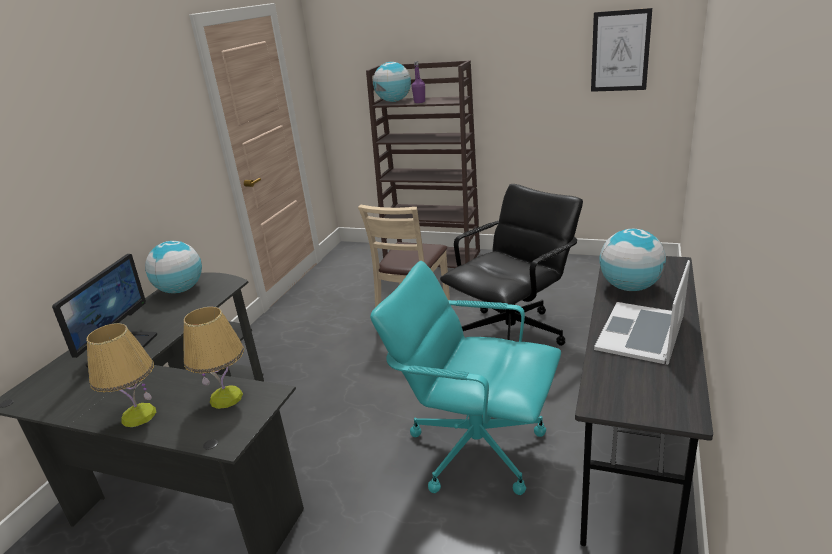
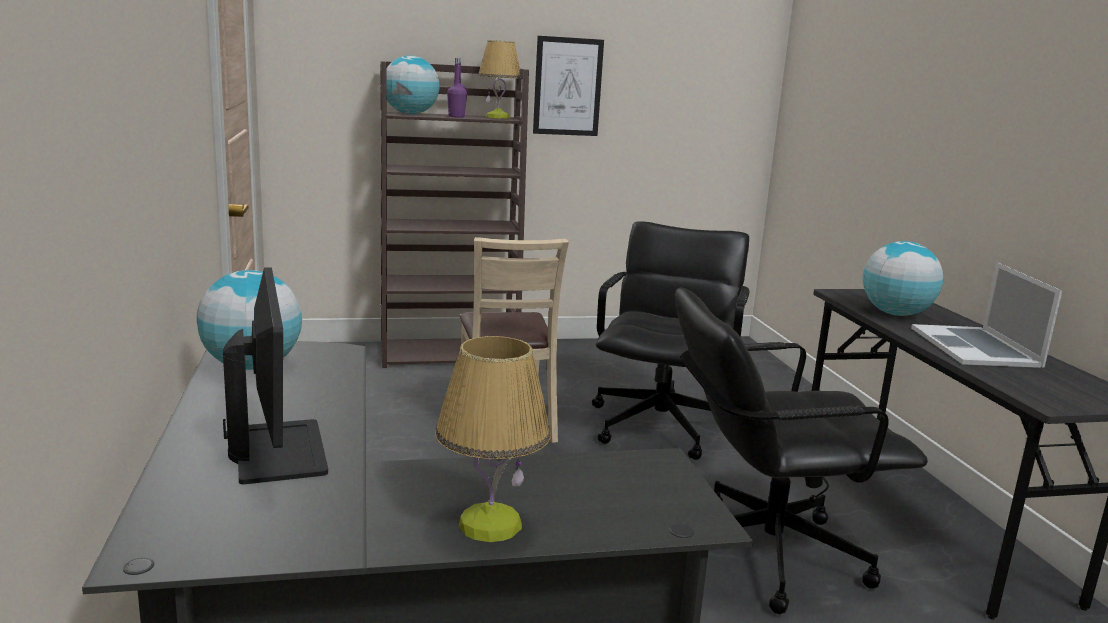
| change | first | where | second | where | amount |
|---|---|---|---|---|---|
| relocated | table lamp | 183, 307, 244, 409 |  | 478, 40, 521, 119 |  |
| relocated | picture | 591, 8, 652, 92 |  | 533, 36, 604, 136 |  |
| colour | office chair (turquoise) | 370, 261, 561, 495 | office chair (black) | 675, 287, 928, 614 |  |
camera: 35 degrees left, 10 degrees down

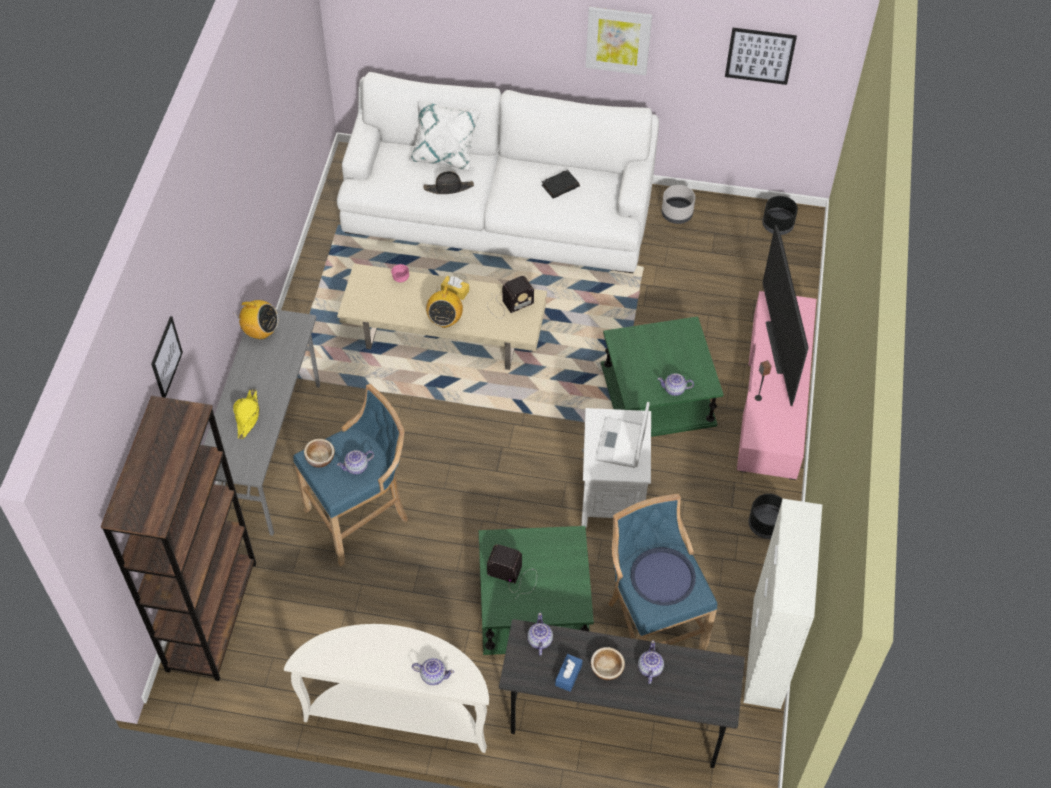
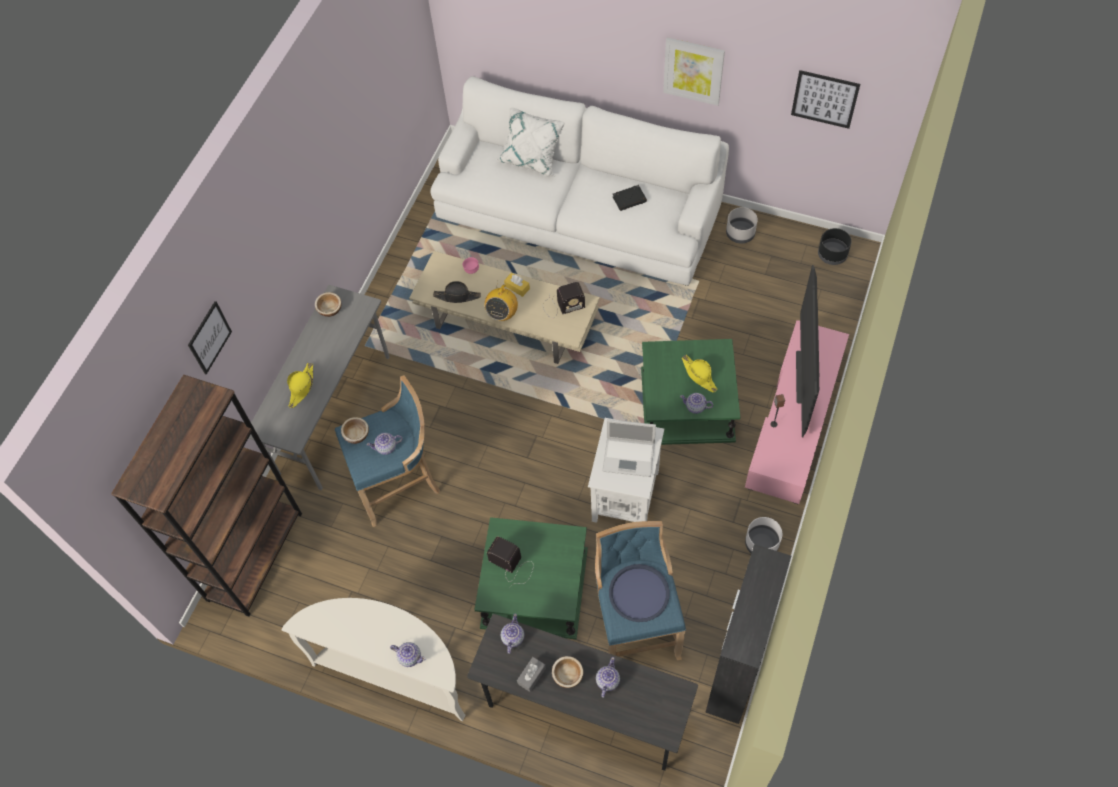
| change | first | where | second | where | amount |
|---|---|---|---|---|---|
| appeared |  |  | hat (yellow) | 682, 355, 718, 393 |  |
| relocated | hat (black) | 424, 171, 474, 194 |  | 433, 281, 481, 303 |  |
| exchanged | radio | 238, 300, 279, 339 | bowl | 315, 292, 341, 317 |  |
| colour | tissue box (blue) | 555, 654, 583, 692 | tissue box (grey) | 517, 657, 546, 692 |  |
| colour | cabinet (white) | 744, 499, 822, 709 | cabinet (black) | 705, 544, 791, 724 |  |
| colour | planter (black) | 749, 494, 783, 539 | planter (white) | 745, 517, 782, 553 |  |
| spun | laptop | 595, 402, 650, 468 |  | 602, 419, 656, 477 | 105 degrees counterclockwise |
camera: 15 degrees right, 5 degrees up

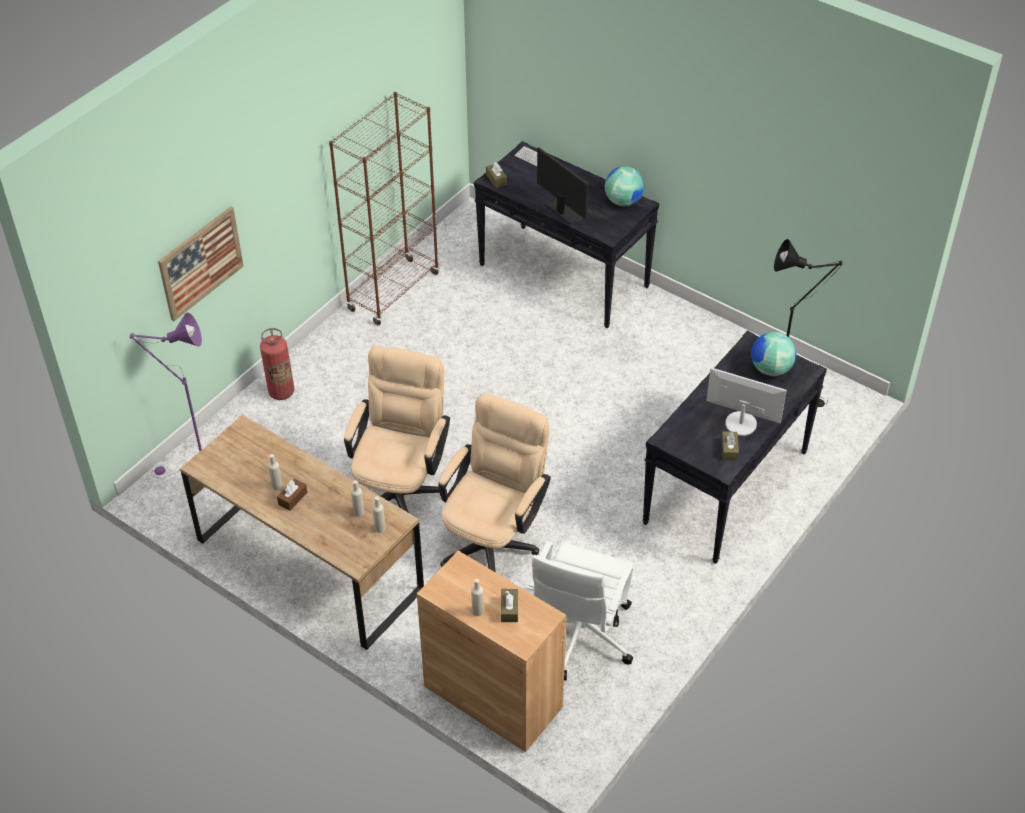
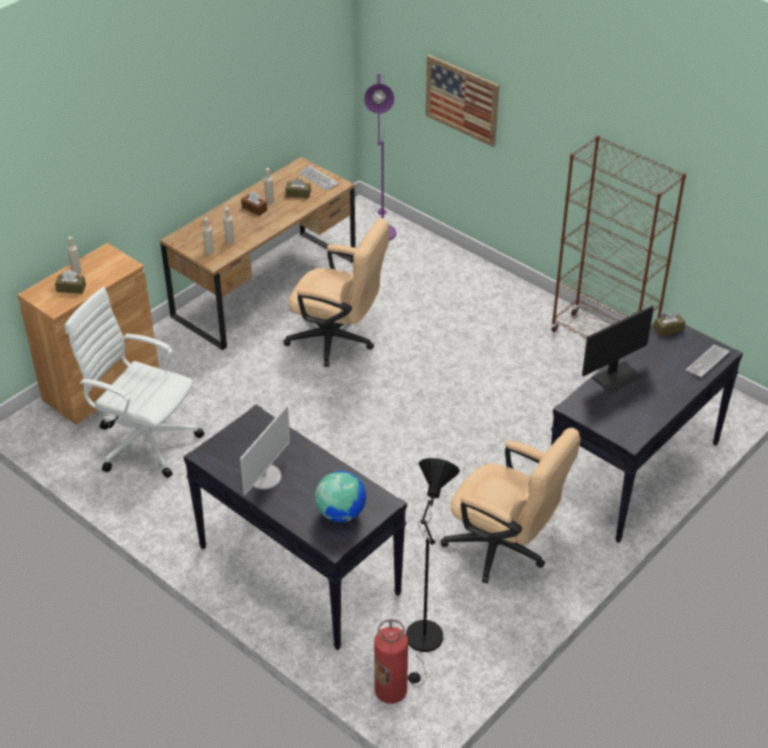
| change | first | where | second | where | amount |
|---|---|---|---|---|---|
| missing | globe | 605, 166, 645, 206 |  |  |  |
| appeared |  |  | keyboard | 299, 165, 339, 191 |  |
| relocated | fire extinguisher | 260, 328, 294, 400 |  | 374, 619, 408, 704 |  |
| relocated | office chair (beige) | 438, 393, 551, 573 |  | 440, 428, 581, 584 |  |
| relocated | tissue box (brown) | 721, 431, 739, 461 |  | 285, 178, 311, 198 |  |
camera: 95 degrees right, 5 degrees down

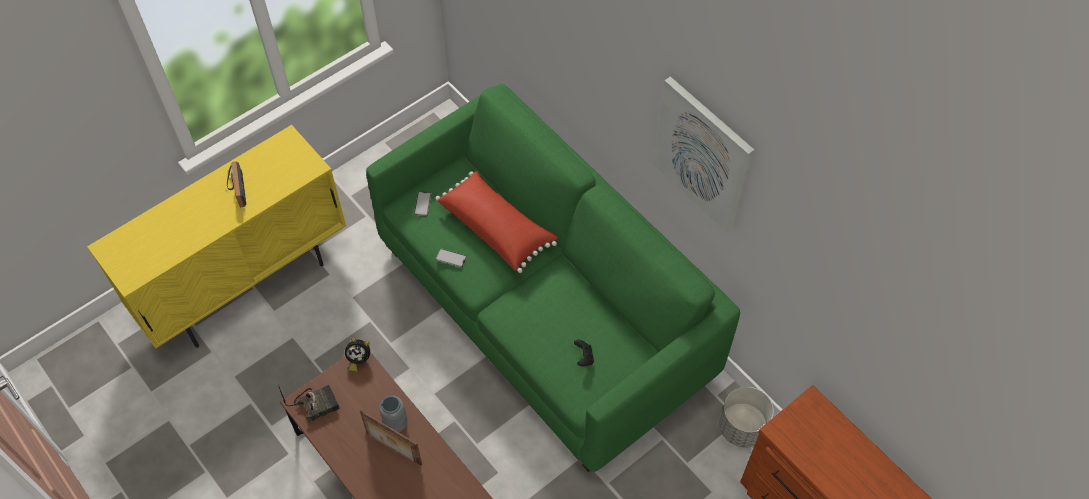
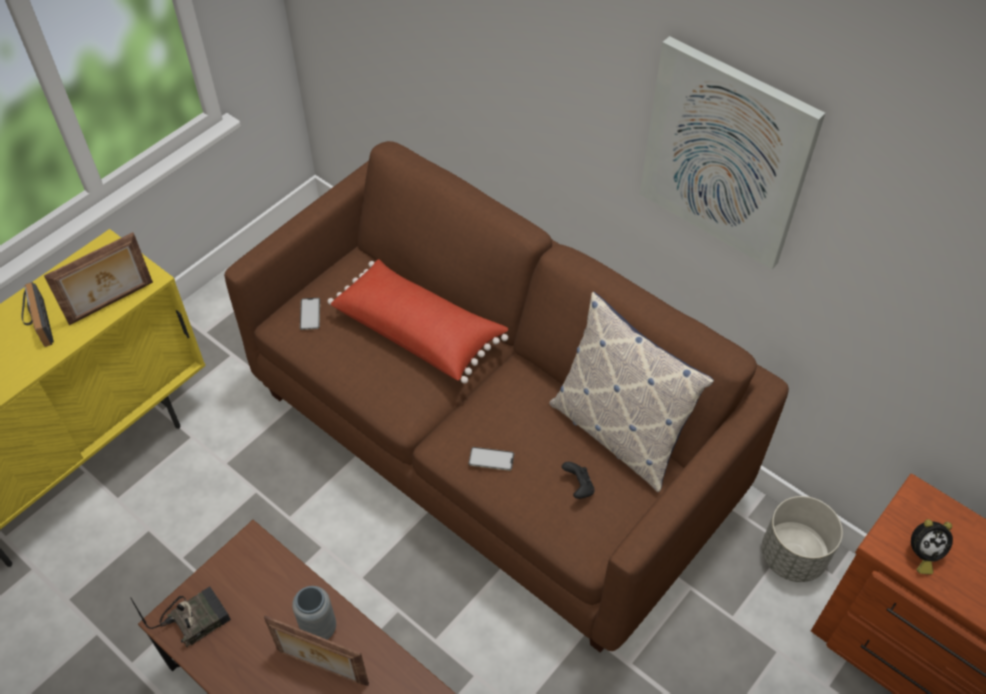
| change | first | where | second | where | amount |
|---|---|---|---|---|---|
| appeared |  |  | picture frame | 44, 232, 153, 325 |  |
| appeared |  |  | pillow | 549, 292, 714, 493 |  |
| relocated | alarm clock | 345, 338, 370, 372 |  | 911, 519, 953, 575 |  |
| relocated | phone | 435, 248, 467, 268 |  | 469, 447, 514, 471 |  |
| colour | sofa (green) | 366, 84, 740, 472 | sofa (brown) | 224, 141, 789, 653 |  |
camera: 10 degrees left, 5 degrees down

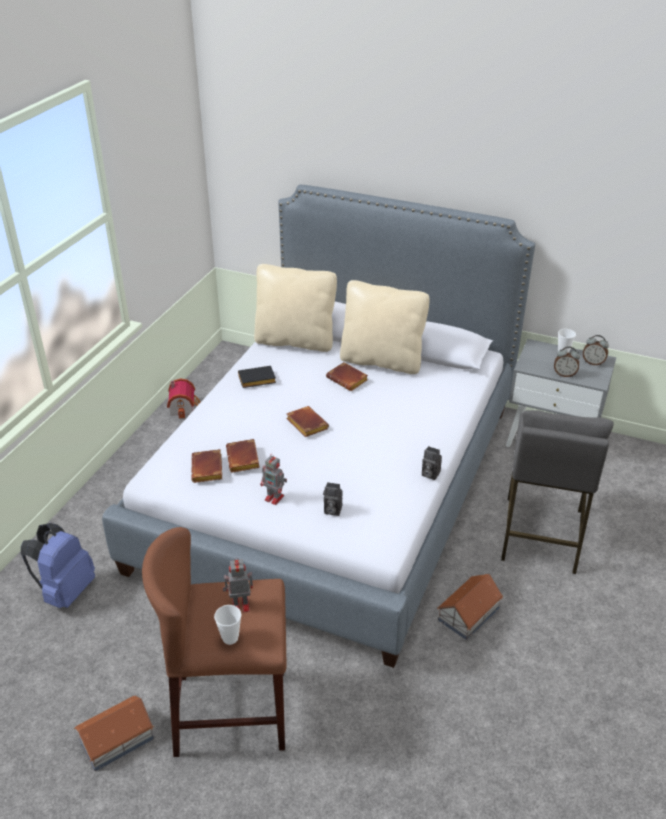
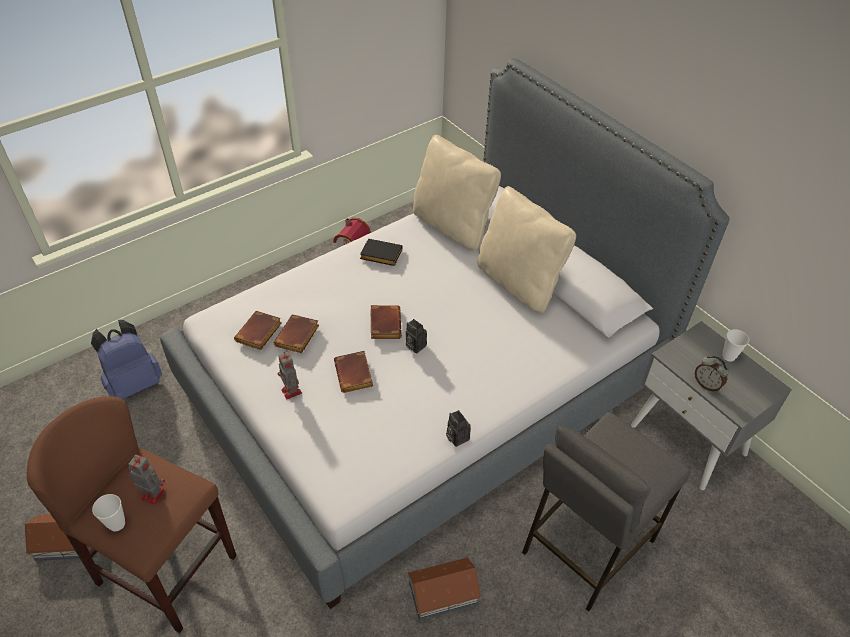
| change | first | where | second | where | amount |
|---|---|---|---|---|---|
| missing | alarm clock | 583, 335, 609, 366 |  |  |  |
| relocated | photo camera | 323, 482, 342, 516 |  | 406, 319, 427, 353 |  |
| relocated | book (brown) | 326, 362, 368, 391 |  | 334, 351, 373, 393 |  |
camera: 30 degrees right, 10 degrees up

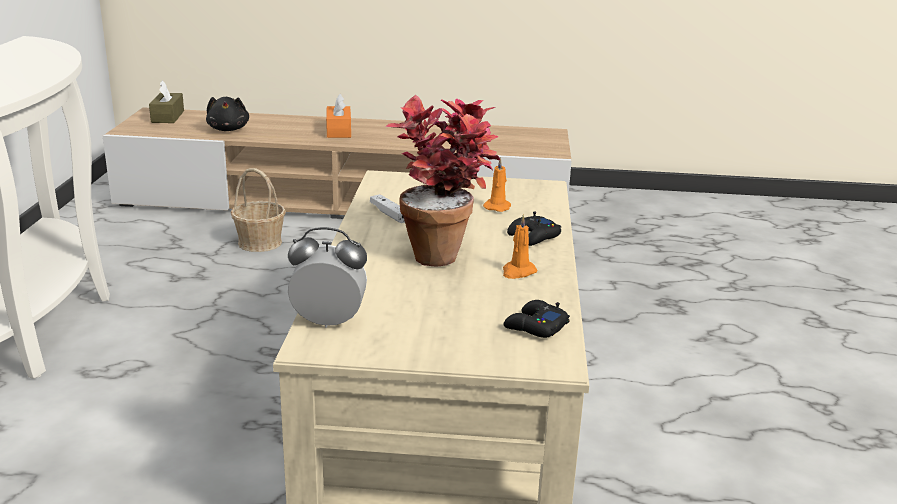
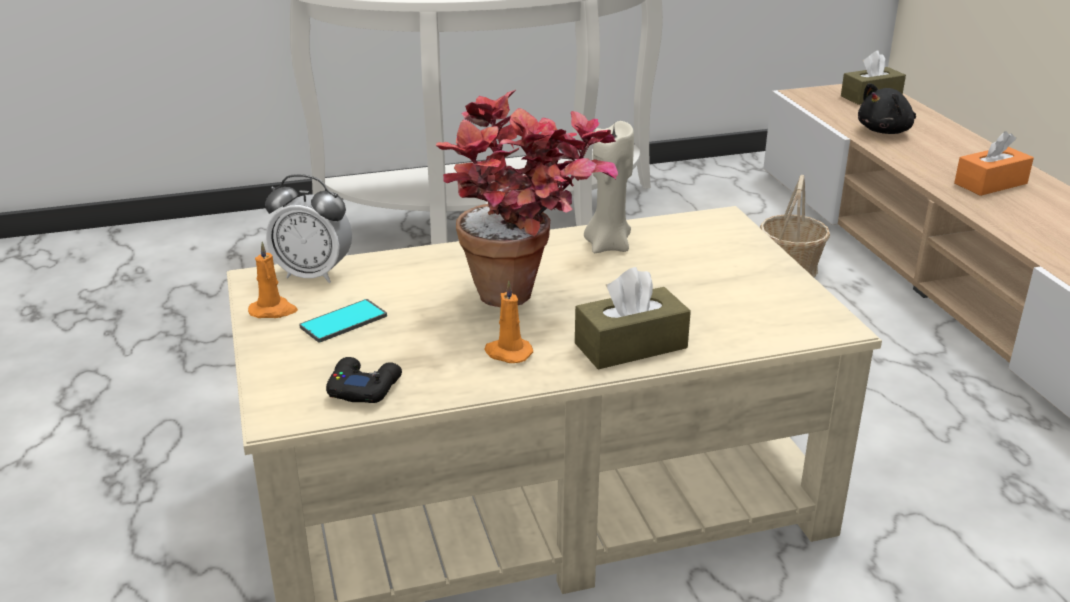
| change | first | where | second | where | amount |
|---|---|---|---|---|---|
| appeared |  |  | phone | 299, 299, 387, 343 |  |
| relocated | candle (orange) | 483, 157, 511, 212 |  | 248, 241, 298, 318 |  |
| exchanged | game controller (white) | 370, 194, 405, 223 | candle (beige) | 584, 121, 634, 253 |  |
| exchanged | game controller (black) | 507, 211, 561, 246 | tissue box (brown) | 575, 267, 691, 369 |  |
| spun | alarm clock | 288, 227, 367, 328 |  | 265, 174, 352, 283 | 120 degrees clockwise |
camera: 70 degrees right, 5 degrees up

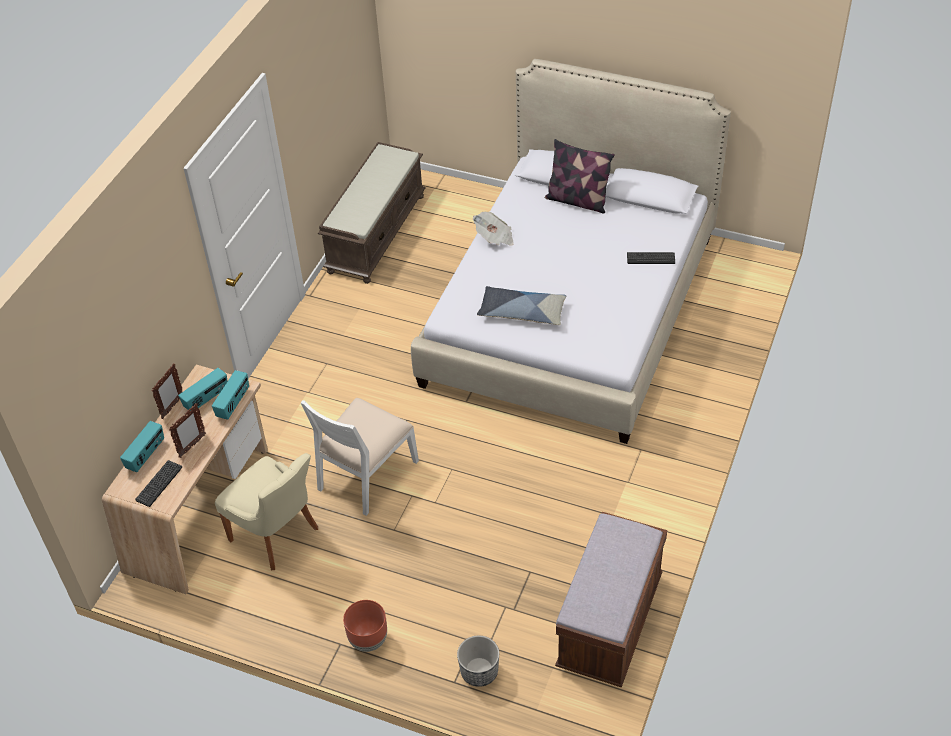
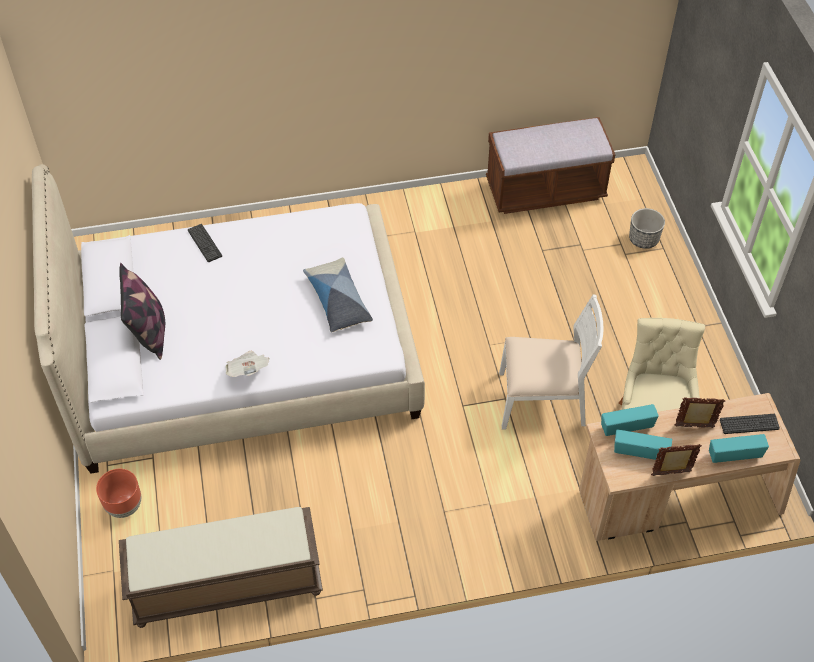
| change | first | where | second | where | amount |
|---|---|---|---|---|---|
| relocated | planter (brown) | 343, 600, 387, 652 |  | 96, 469, 141, 518 |  |
camera: 125 degrees left, 5 degrees up

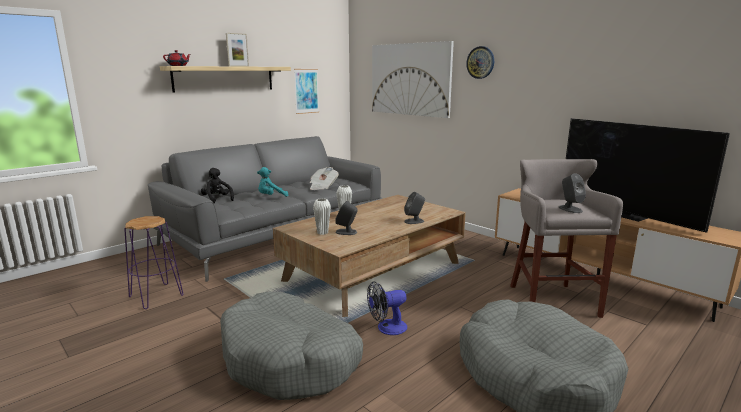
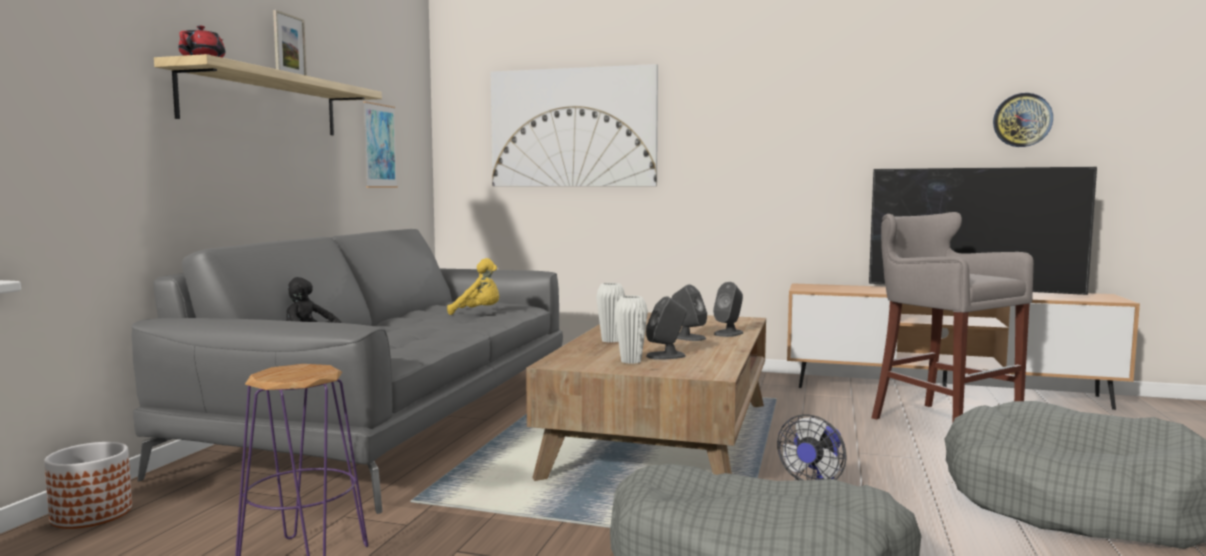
| change | first | where | second | where | amount |
|---|---|---|---|---|---|
| missing | plush toy (turquoise) | 257, 167, 288, 197 |  |  |  |
| appeared |  |  | planter | 44, 442, 132, 529 |  |
| relocated | wall clock | 466, 46, 494, 79 |  | 993, 93, 1053, 147 |  |
| relocated | speaker (grey) | 558, 173, 586, 213 |  | 672, 285, 707, 341 |  |
| exchanged | newspaper | 310, 167, 339, 190 | plush toy (yellow) | 447, 258, 499, 315 |  |
camera: 30 degrees left, 10 degrees down

